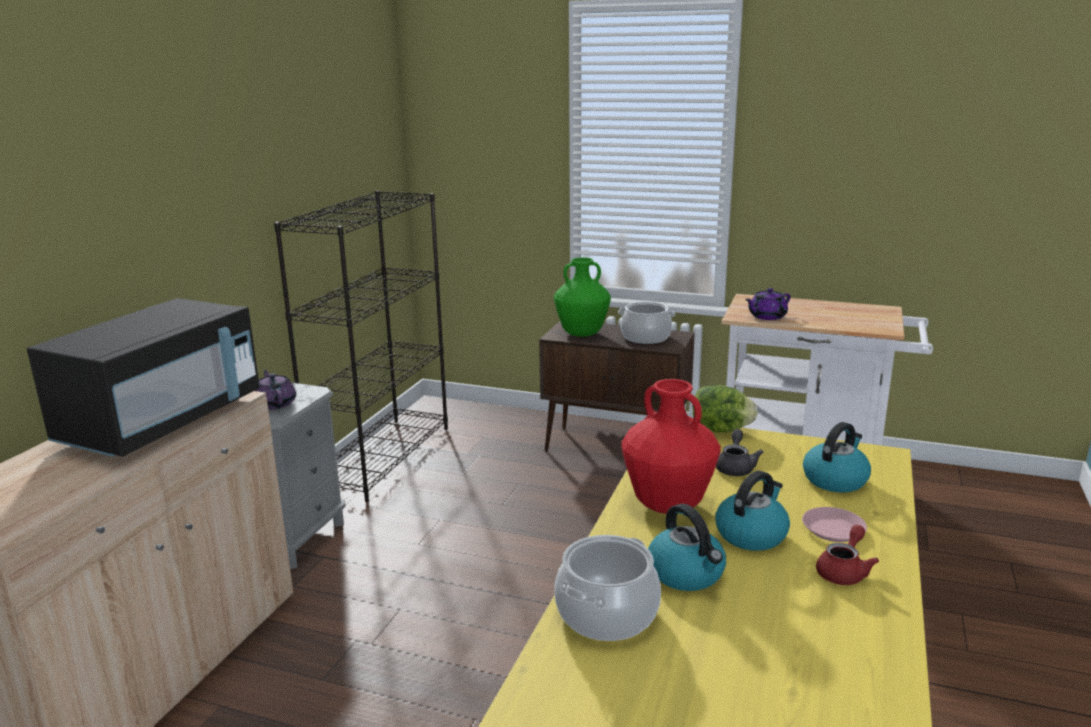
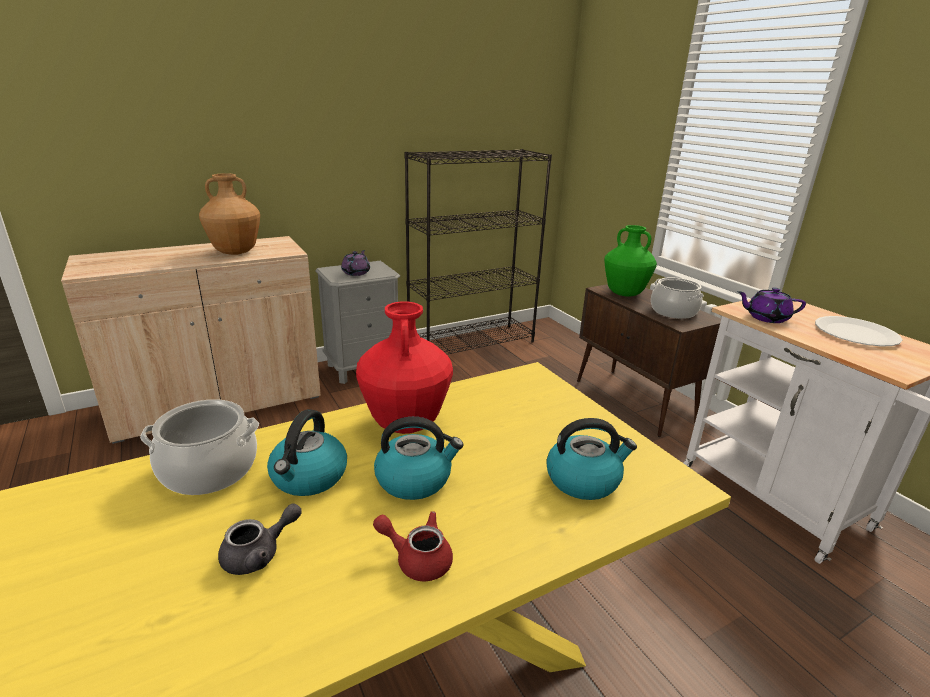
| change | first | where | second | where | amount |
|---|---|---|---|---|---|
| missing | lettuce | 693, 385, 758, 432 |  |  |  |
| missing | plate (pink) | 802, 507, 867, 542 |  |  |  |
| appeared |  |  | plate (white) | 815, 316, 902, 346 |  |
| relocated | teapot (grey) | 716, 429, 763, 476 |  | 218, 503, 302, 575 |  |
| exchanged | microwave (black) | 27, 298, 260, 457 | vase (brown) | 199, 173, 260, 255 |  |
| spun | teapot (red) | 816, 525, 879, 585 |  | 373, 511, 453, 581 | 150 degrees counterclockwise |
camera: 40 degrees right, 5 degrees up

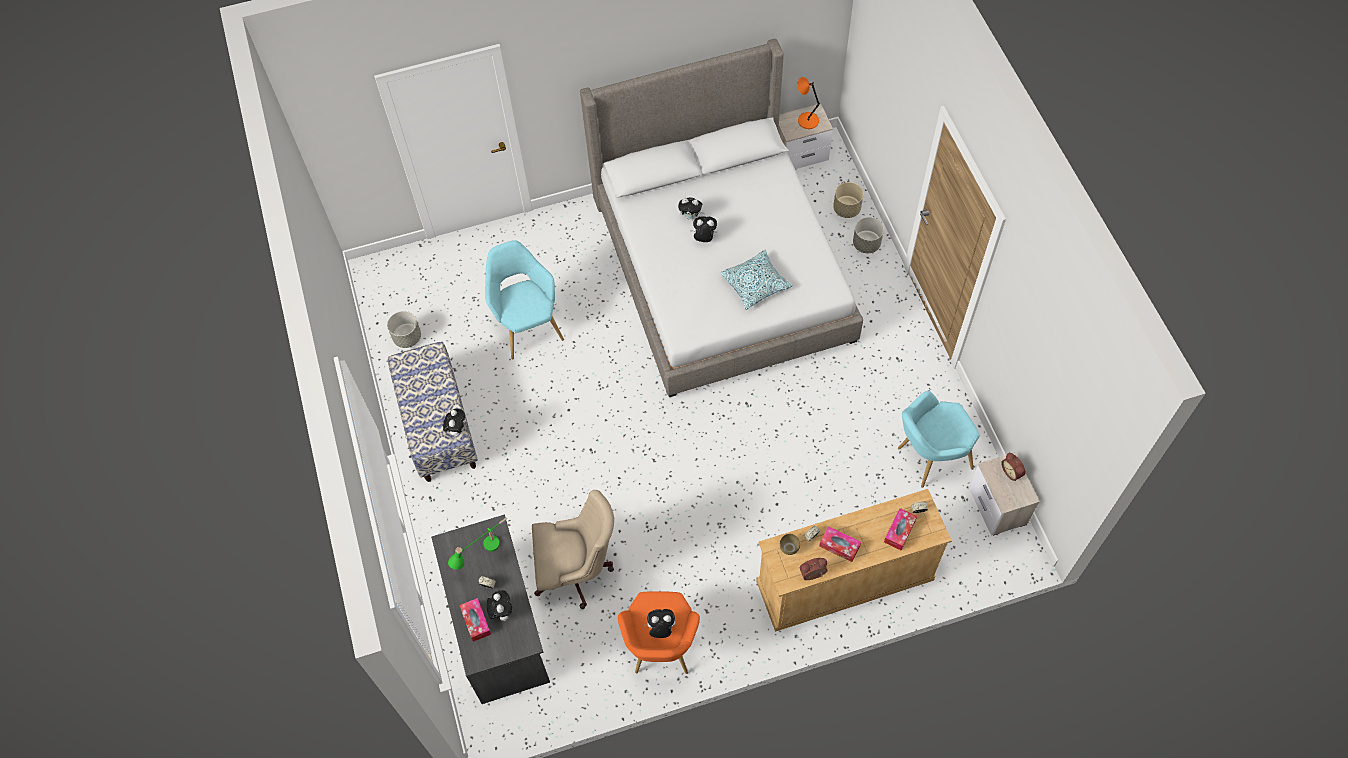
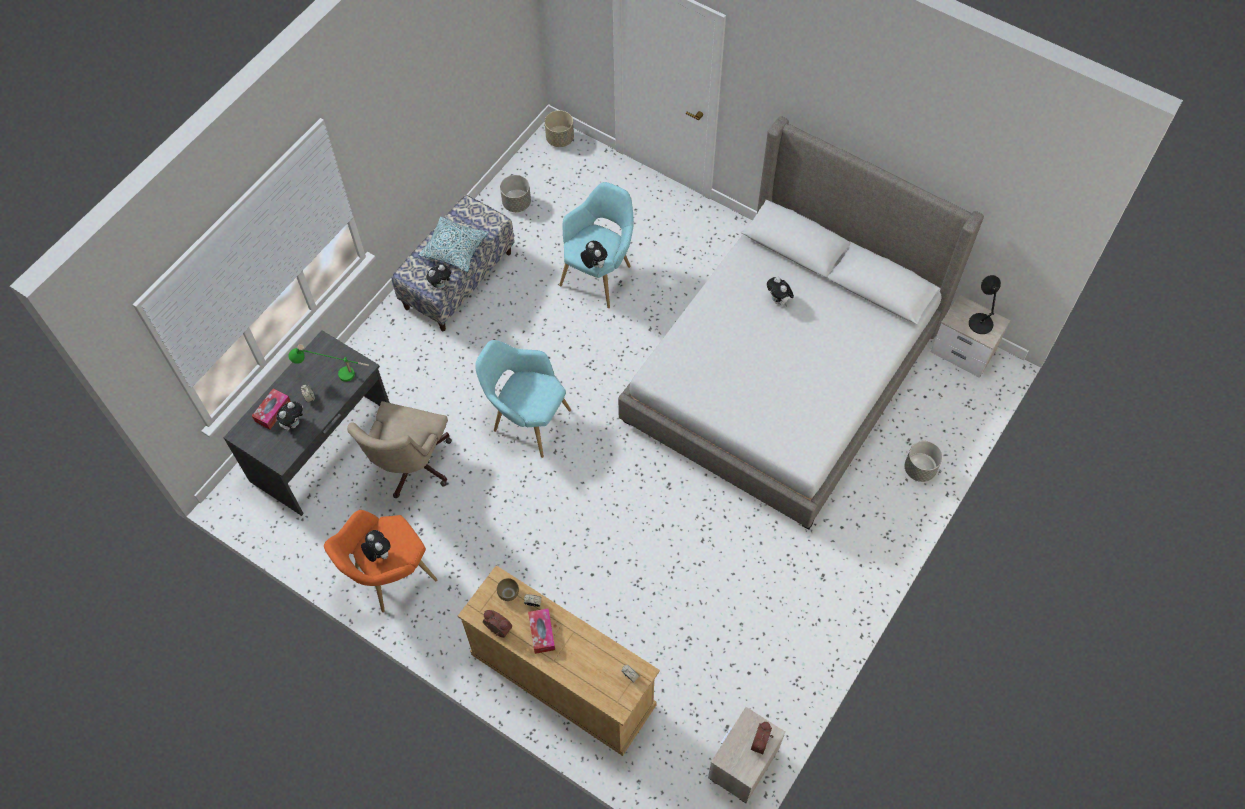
| change | first | where | second | where | amount |
|---|---|---|---|---|---|
| missing | tissue box | 884, 508, 917, 550 |  |  |  |
| relocated | plush toy | 690, 216, 717, 242 |  | 581, 241, 608, 268 |  |
| relocated | pillow | 720, 250, 792, 310 |  | 418, 217, 489, 272 |  |
| relocated | planter (beige) | 833, 182, 863, 218 |  | 545, 110, 574, 147 |  |
| relocated | armchair (turquoise) | 898, 391, 980, 488 |  | 475, 340, 571, 458 |  |
| colour | table lamp (orange) | 797, 77, 820, 129 | table lamp (black) | 969, 275, 1001, 334 |  |
| spun | office chair (beige) | 532, 490, 614, 609 |  | 347, 401, 452, 498 | 60 degrees clockwise |
camera: 50 degrees right, 0 degrees up

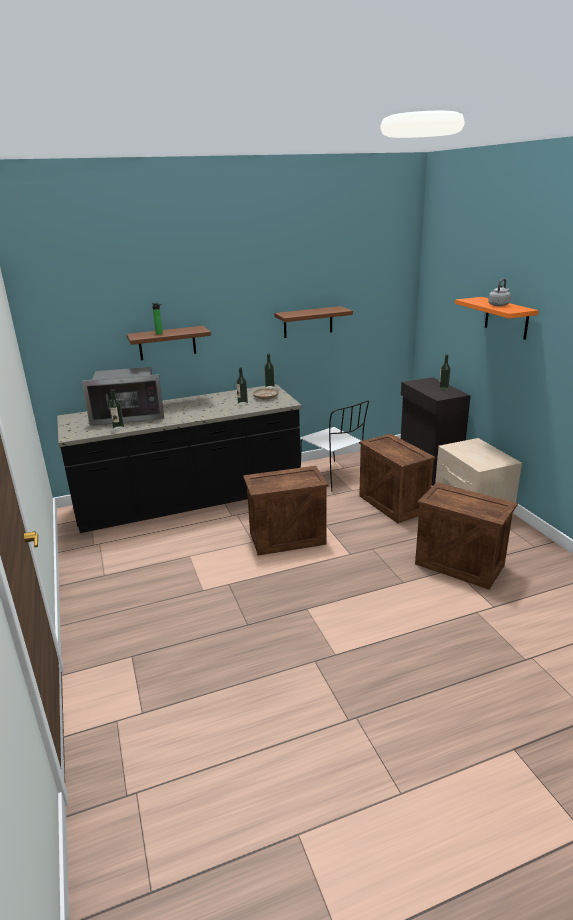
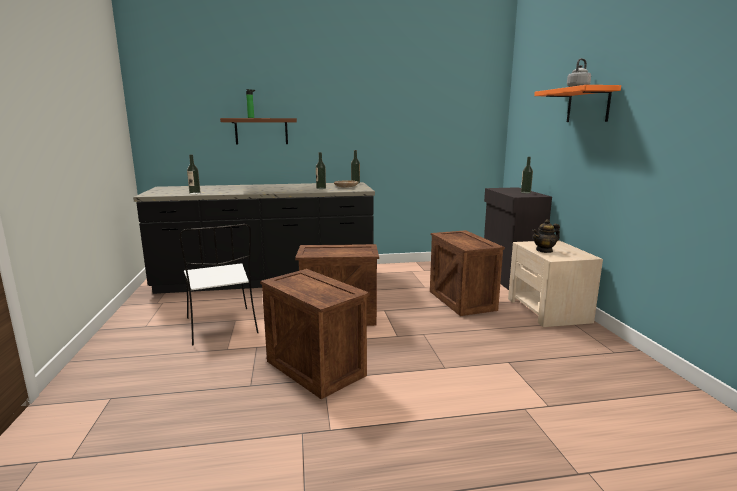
| change | first | where | second | where | amount |
|---|---|---|---|---|---|
| missing | microwave | 82, 367, 164, 426 |  |  |  |
| missing | shelf (brown) | 274, 306, 353, 338 |  |  |  |
| appeared |  |  | teapot | 532, 219, 560, 253 |  |
| relocated | chair (white) | 300, 400, 369, 492 |  | 179, 224, 258, 345 |  |
| relocated | crate | 415, 482, 518, 590 |  | 260, 269, 370, 399 |  |
camera: 10 degrees right, 10 degrees down

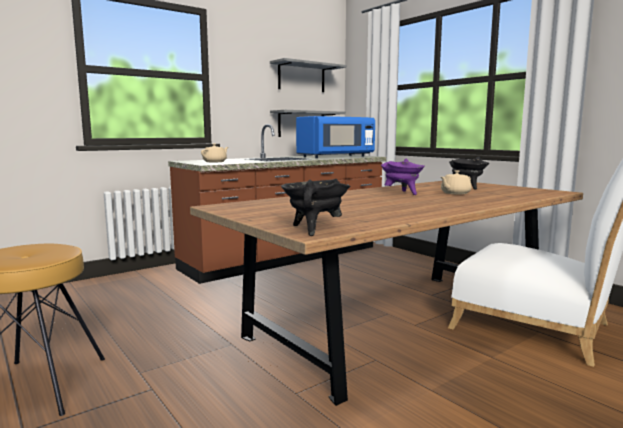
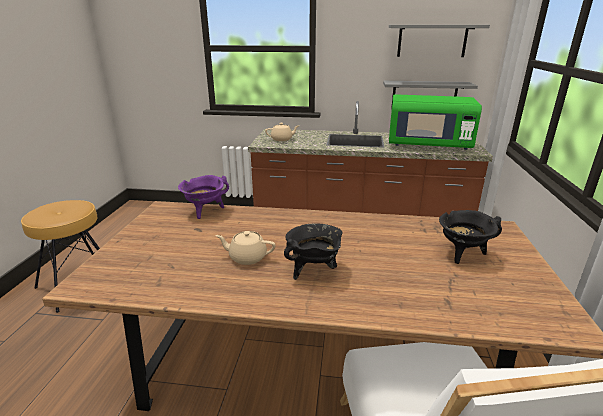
| change | first | where | second | where | amount |
|---|---|---|---|---|---|
| relocated | cooking pot (black) | 281, 179, 350, 236 |  | 284, 224, 343, 280 |  |
| relocated | cooking pot (purple) | 381, 159, 425, 195 |  | 178, 175, 229, 219 |  |
| relocated | teapot (beige) | 441, 170, 472, 194 |  | 215, 231, 276, 265 |  |
| colour | microwave (blue) | 296, 116, 375, 158 | microwave (green) | 389, 94, 482, 150 |  |
camera: 45 degrees right, 15 degrees up

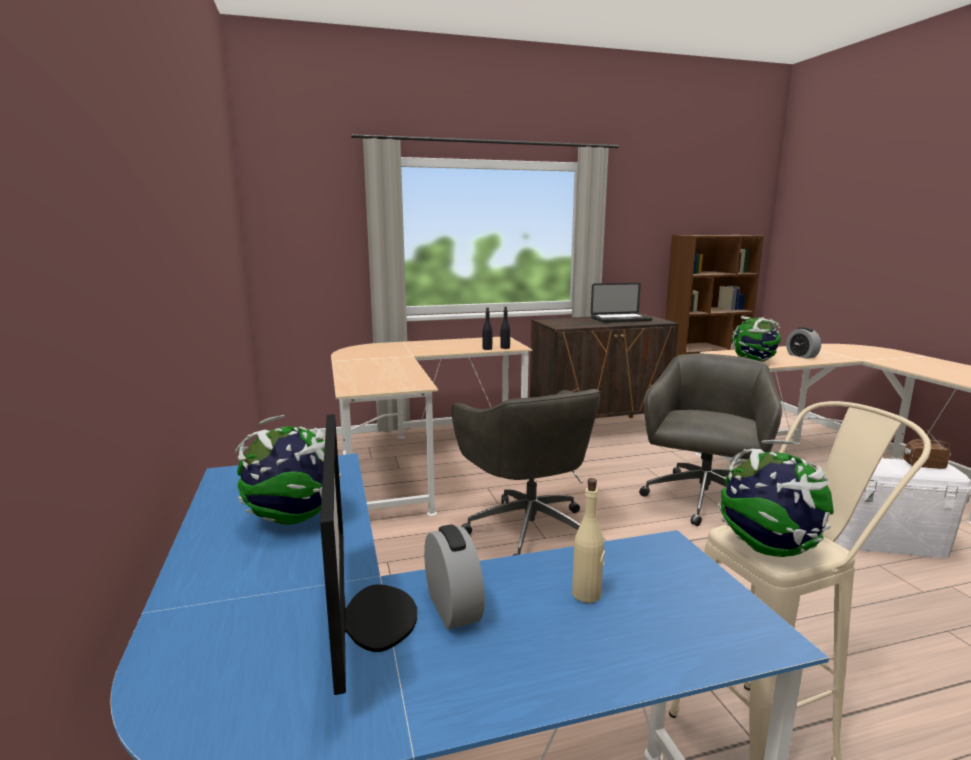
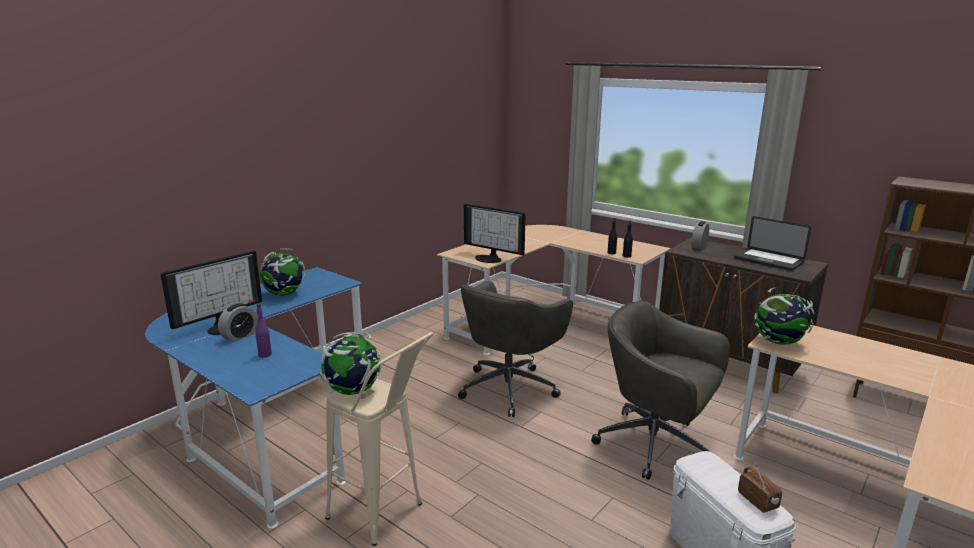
| change | first | where | second | where | amount |
|---|---|---|---|---|---|
| appeared |  |  | monitor | 464, 204, 526, 263 |  |
| relocated | alarm clock | 786, 327, 821, 359 |  | 692, 221, 709, 249 |  |
| colour | bottle (beige) | 572, 478, 605, 603 | bottle (purple) | 255, 304, 272, 358 |  |
| spun | office chair (grey) | 639, 354, 782, 526 |  | 591, 301, 730, 480 | 135 degrees counterclockwise |
camera: 55 degrees right, 5 degrees up

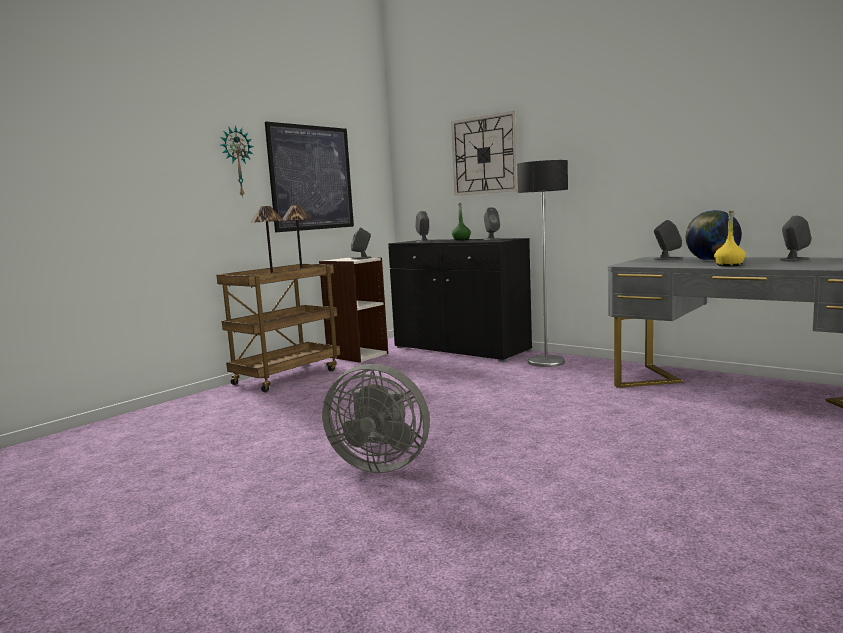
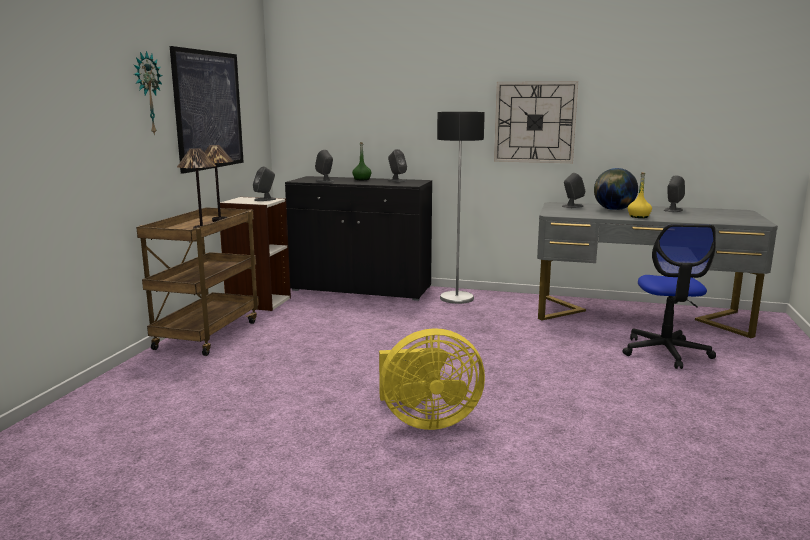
| change | first | where | second | where | amount |
|---|---|---|---|---|---|
| appeared |  |  | office chair | 622, 224, 716, 369 |  |
| relocated | wall clock | 451, 111, 518, 196 |  | 494, 81, 578, 163 |  |
| colour | fan (grey) | 322, 364, 430, 473 | fan (yellow) | 379, 328, 485, 430 |  |
camera: 25 degrees left, 5 degrees up

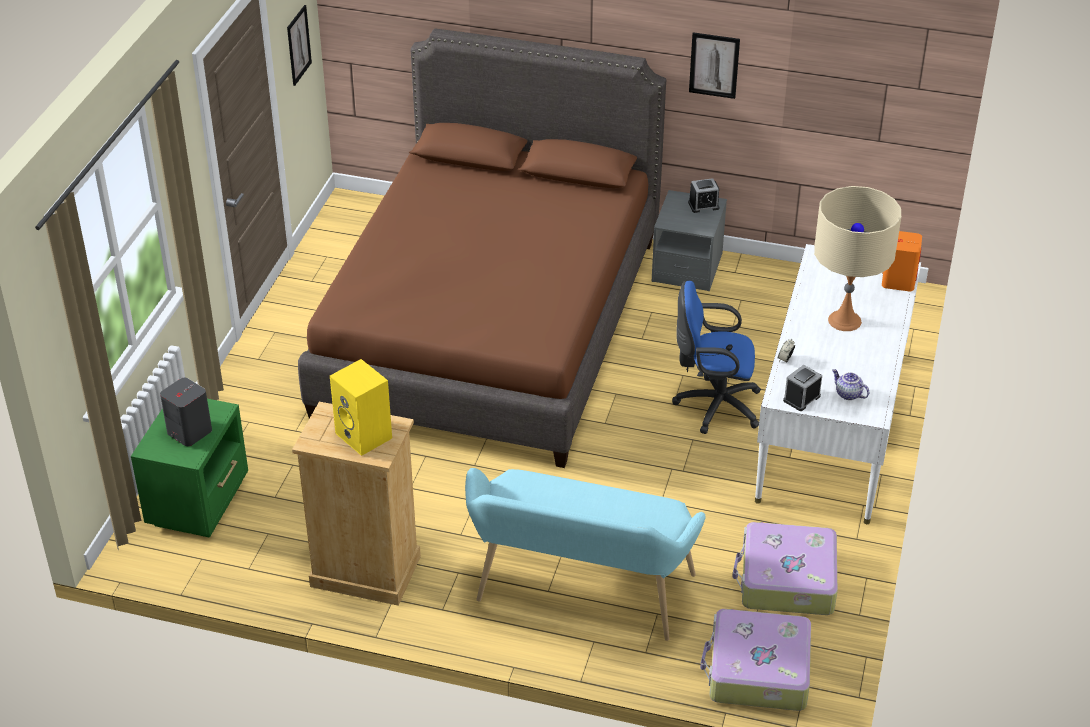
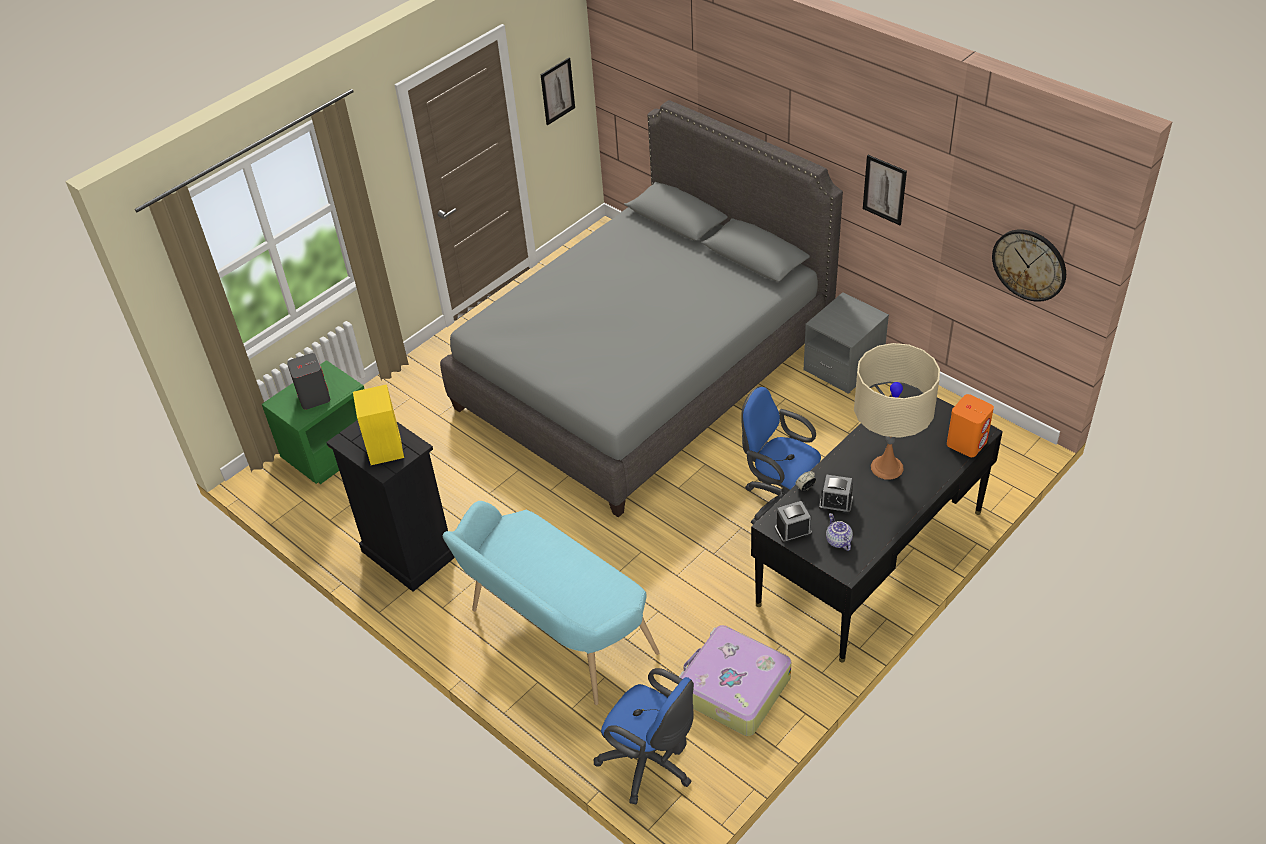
| change | first | where | second | where | amount |
|---|---|---|---|---|---|
| appeared |  |  | wall clock | 992, 229, 1066, 302 |  |
| relocated | alarm clock | 688, 178, 719, 213 |  | 819, 475, 853, 514 |  |
| exchanged | suitcase | 700, 609, 811, 711 | office chair (blue) | 594, 668, 694, 804 |  |
| colour | dresser (beige) | 292, 402, 421, 606 | dresser (black) | 326, 420, 455, 592 |  |
| colour | bed (brown) | 298, 29, 666, 468 | bed (grey) | 440, 100, 843, 517 |  |
| colour | desk (white) | 755, 244, 921, 524 | desk (black) | 751, 384, 1003, 662 |  |
camera: 30 degrees right, 5 degrees up

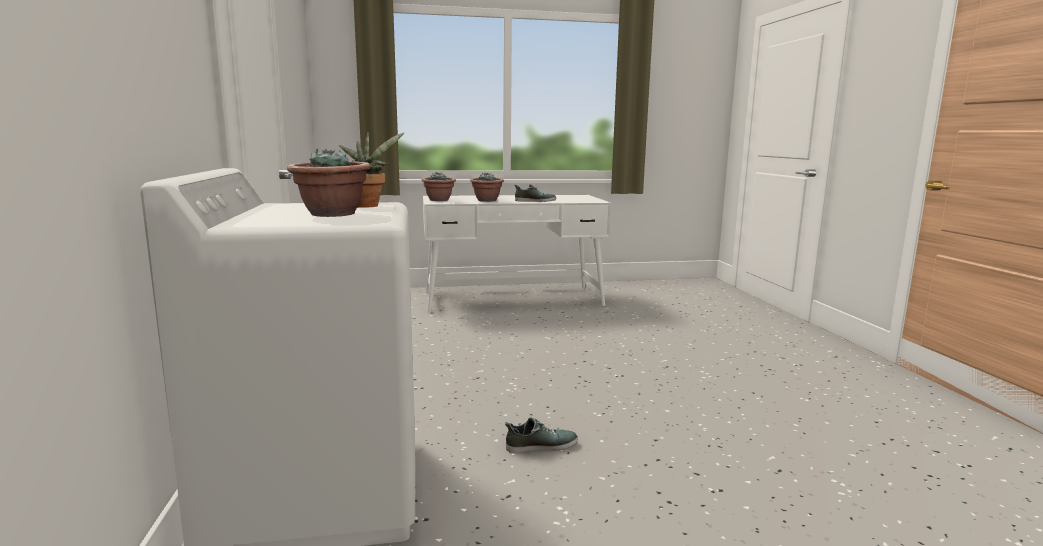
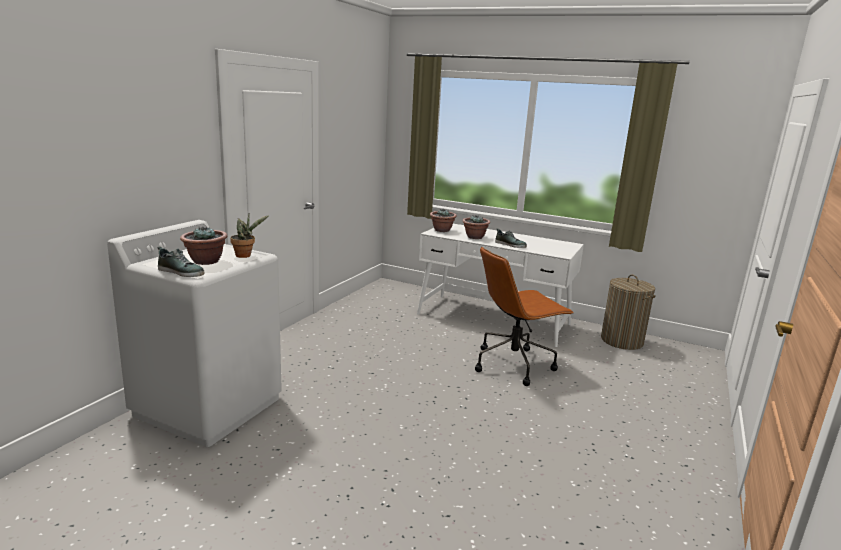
| change | first | where | second | where | amount |
|---|---|---|---|---|---|
| appeared |  |  | office chair (brown) | 475, 247, 573, 386 |  |
| appeared |  |  | laundry basket | 601, 274, 656, 350 |  |
| relocated | shoe | 505, 417, 578, 453 |  | 158, 247, 204, 277 |  |
camera: 35 degrees right, 5 degrees up

